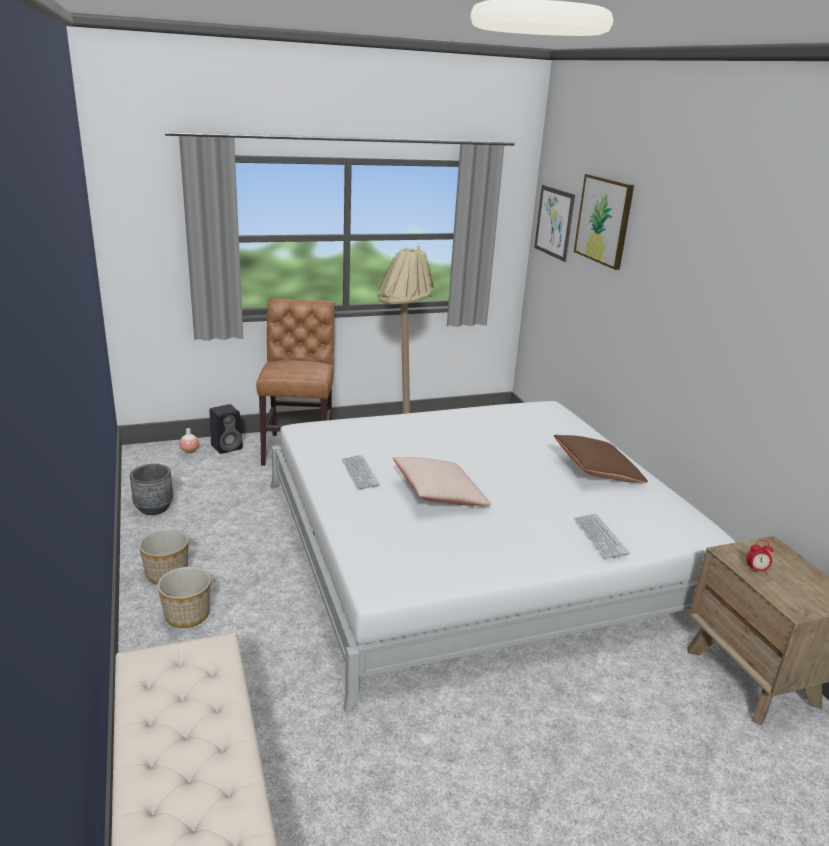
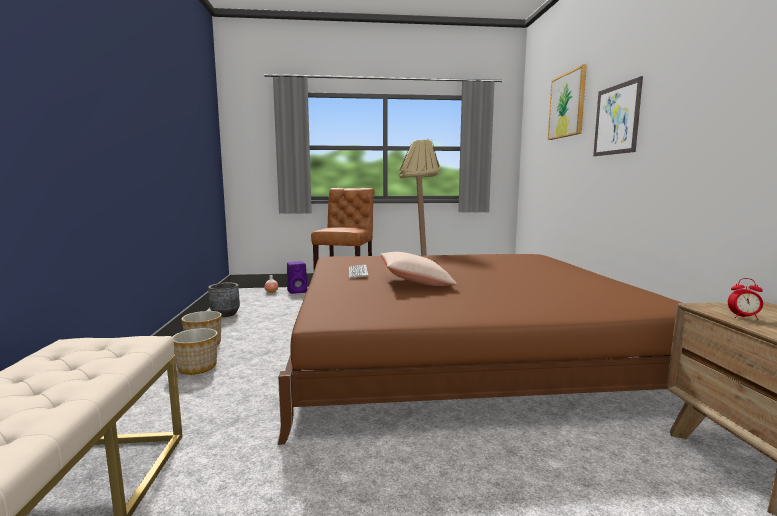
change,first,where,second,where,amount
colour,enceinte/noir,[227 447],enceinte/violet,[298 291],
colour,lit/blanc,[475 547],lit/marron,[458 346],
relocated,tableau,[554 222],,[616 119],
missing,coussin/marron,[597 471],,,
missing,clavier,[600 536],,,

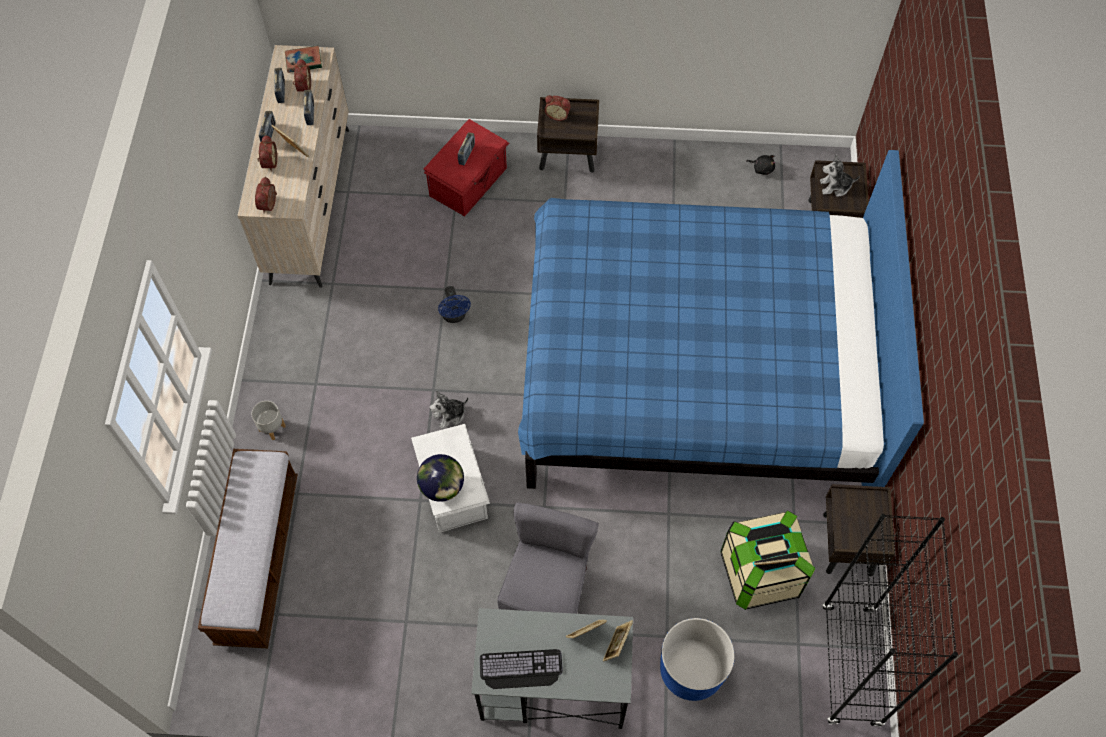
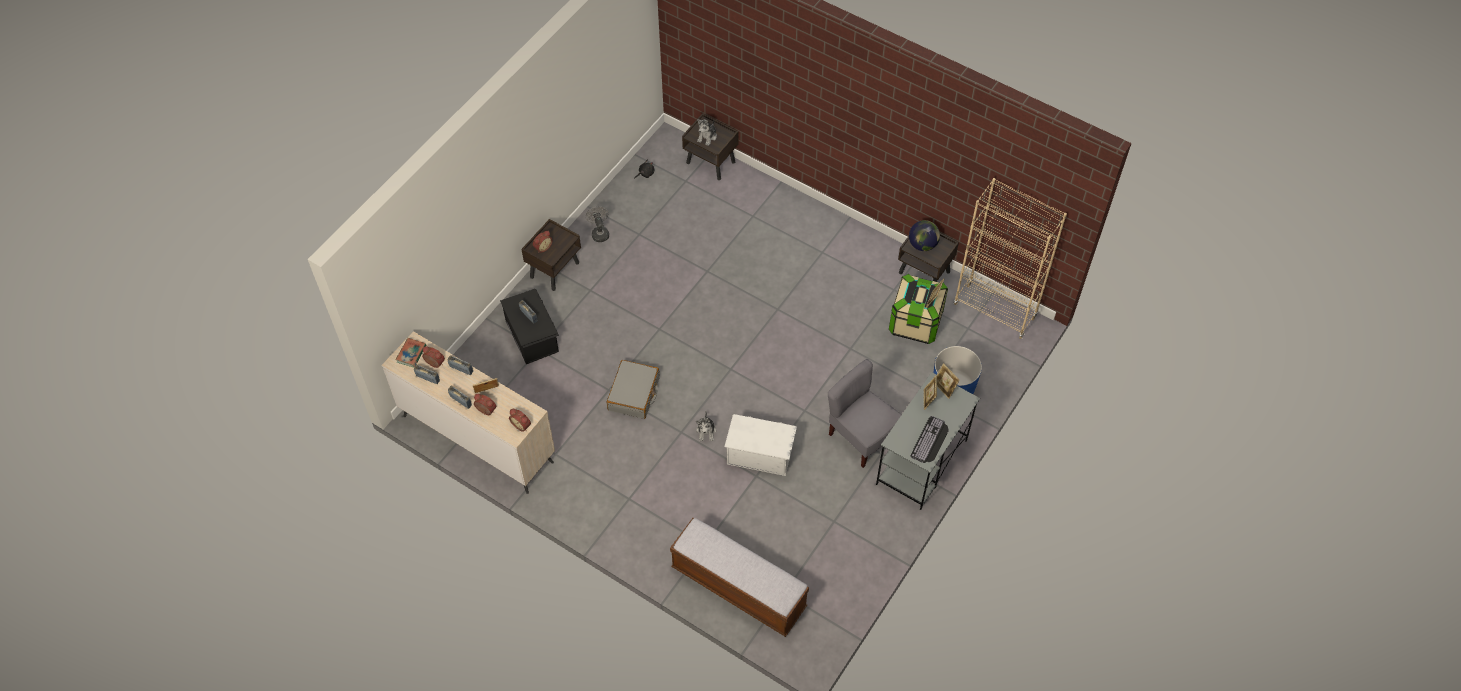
change,first,where,second,where,amount
missing,cache-pot/gris,[272 428],,,
relocated,globe,[442 487],,[923 245],
colour,boîte de rangement/rouge,[469 182],boîte de rangement/noir,[532 335],
exchanged,ventilateur/bleu,[455 316],valise/gris,[634 394],
missing,lit/bleu,[697 366],,,
colour,bibliothèque/noir,[851 666],bibliothèque/beige,[994 311],
appeared,,,ventilateur/gris,[599 233],

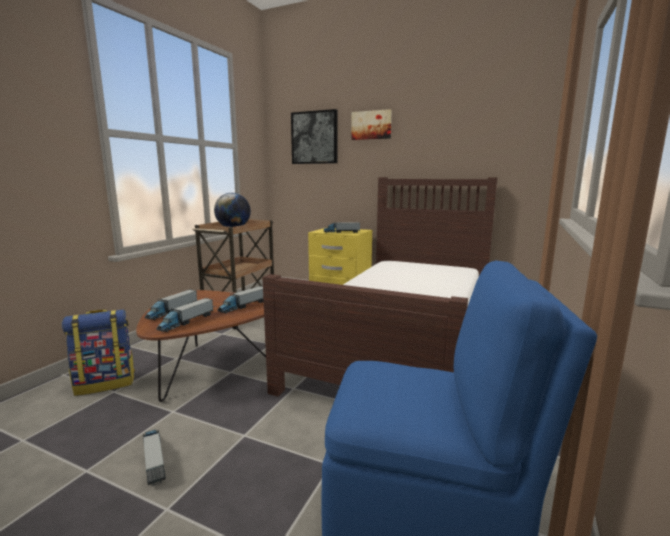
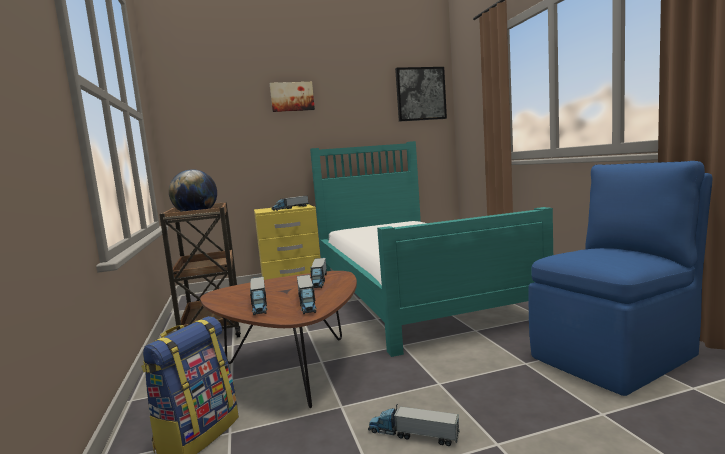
change,first,where,second,where,amount
colour,lit/marron,[401 343],lit/turquoise,[410 292],
relocated,tableau,[314 137],,[420 94],

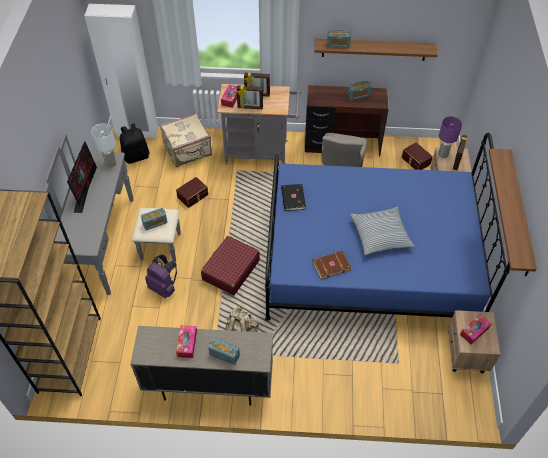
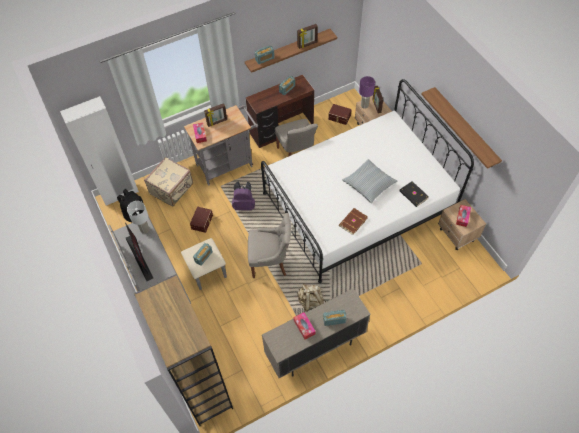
change,first,where,second,where,amount
relocated,sac à dos/violet,[164 287],,[244 205],
exchanged,valise/rouge,[230 270],chaise/gris,[270 262],
relocated,cadre photo,[250 107],,[307 44],
colour,lit/bleu,[370 259],lit/blanc,[357 204],
relocated,livre/noir,[292 198],,[413 195],

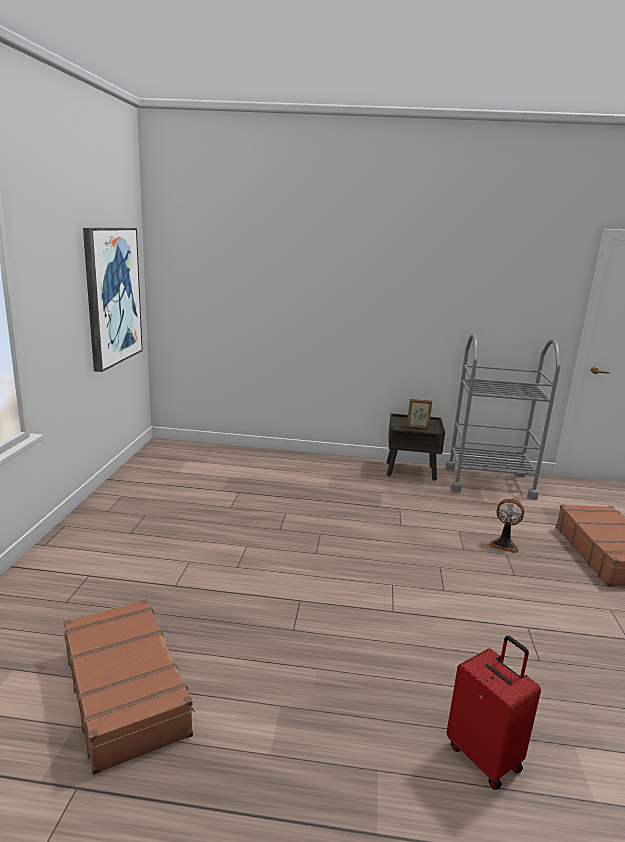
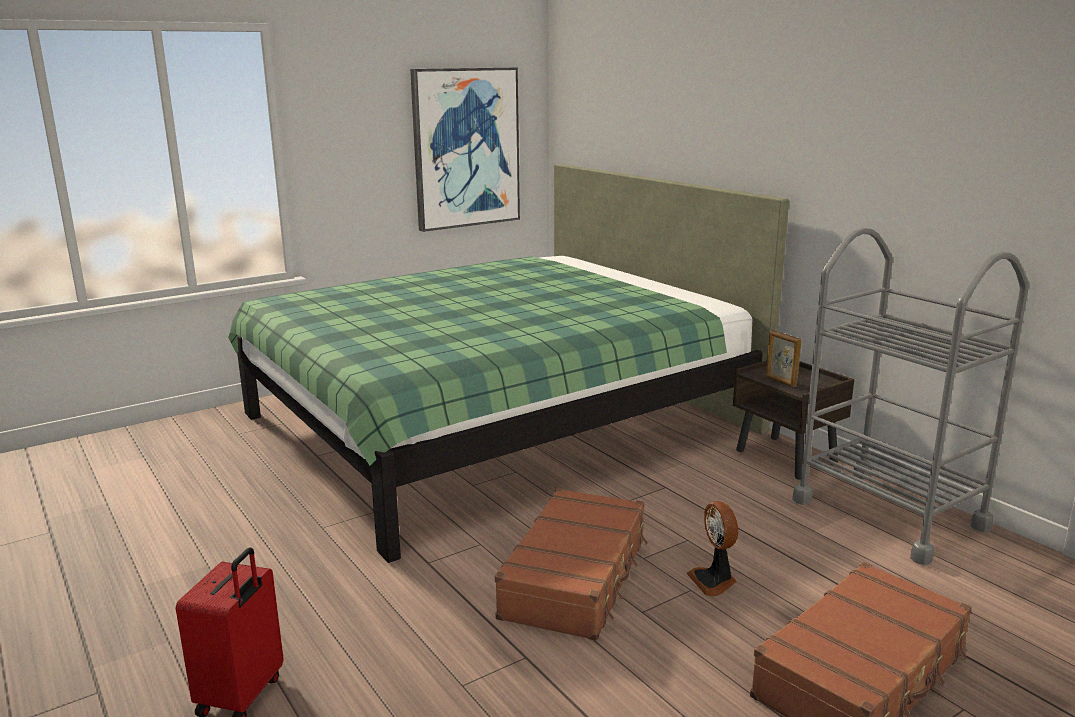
change,first,where,second,where,amount
relocated,valise/marron,[126 691],,[576 578],
appeared,,,lit/vert,[495 423],

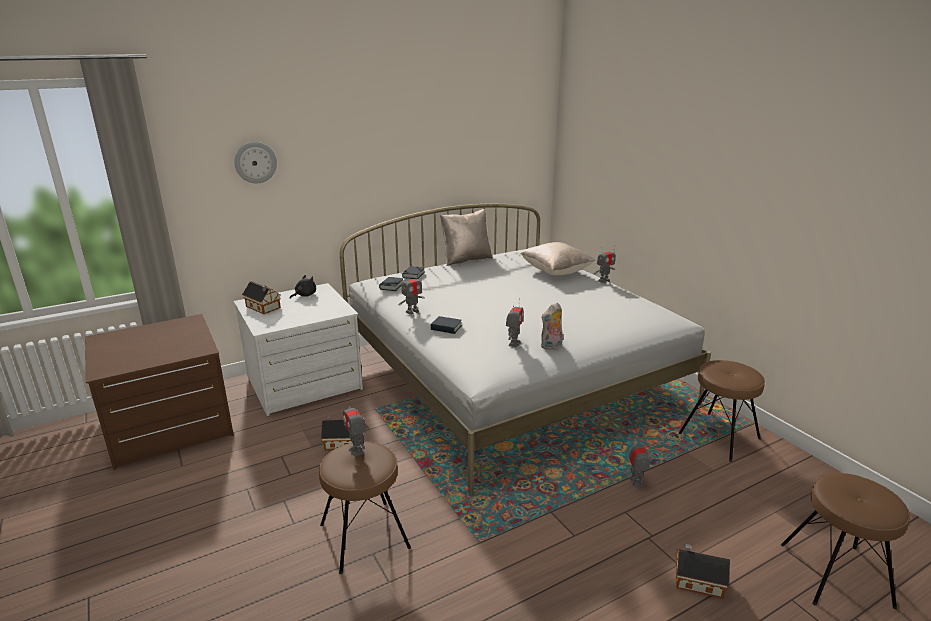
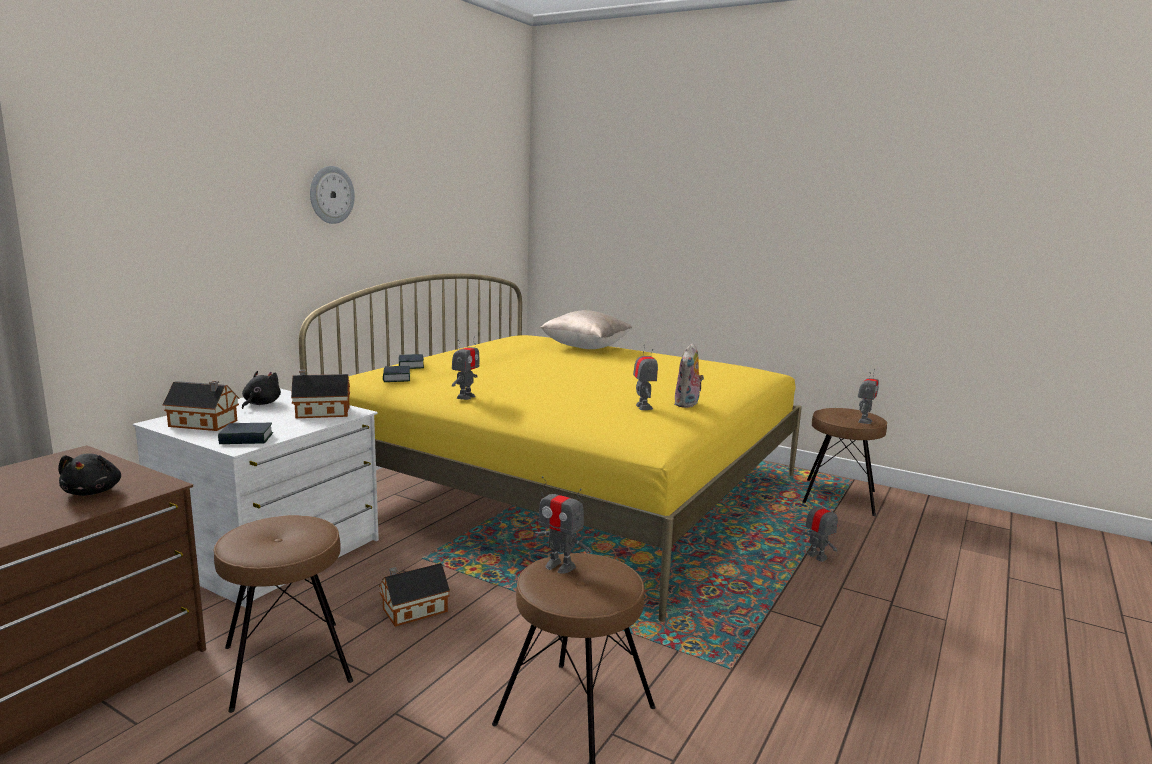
change,first,where,second,where,amount
relocated,horloge murale,[255 162],,[331 195],
colour,lit/blanc,[510 377],lit/jaune,[567 487],
relocated,livre,[446 328],,[246 439],
missing,coussin/beige,[466 259],,,
relocated,robot jouet,[604 280],,[864 421],
relocated,maison miniature,[696 580],,[320 412],
relocated,tabouret/marron,[834 574],,[286 663],
appeared,,,peluche/noir,[93 491],

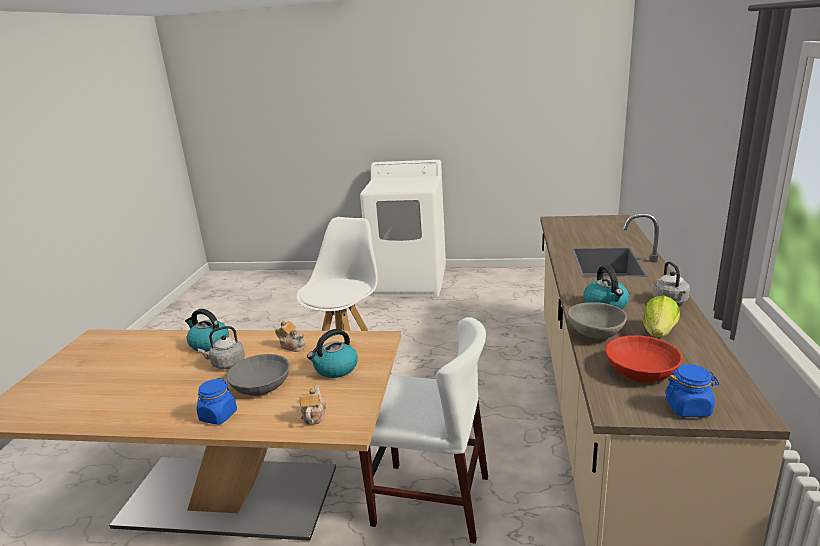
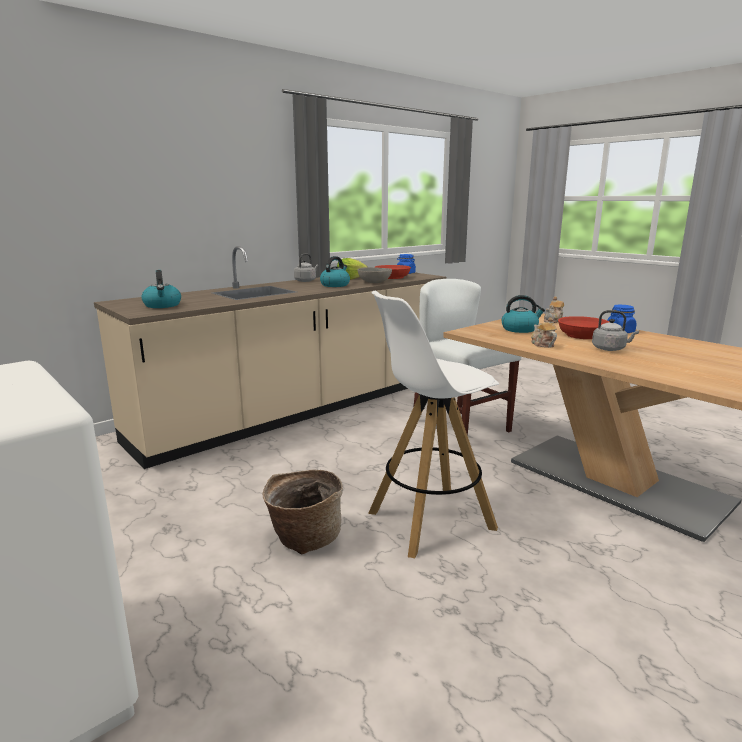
change,first,where,second,where,amount
relocated,bouilloire,[208 343],,[162 305],
colour,bol/gris,[261 384],bol/rouge,[582 335],
appeared,,,panier,[304 538],

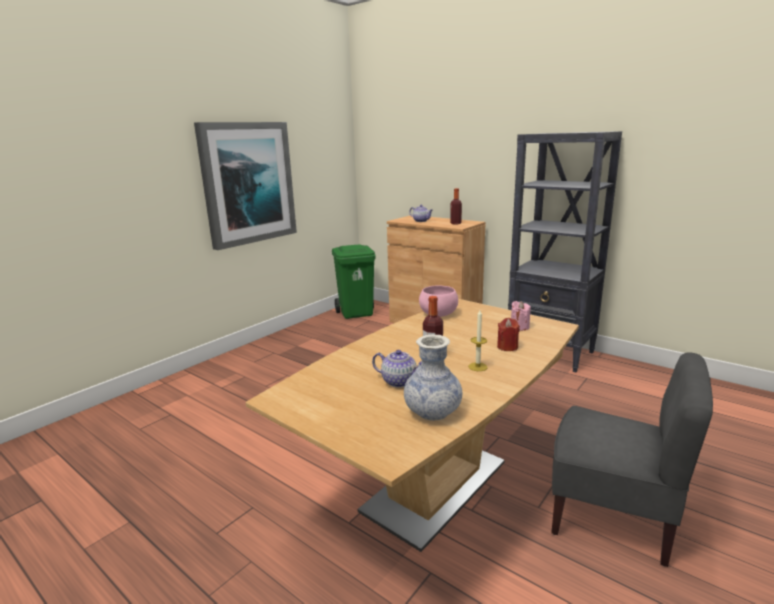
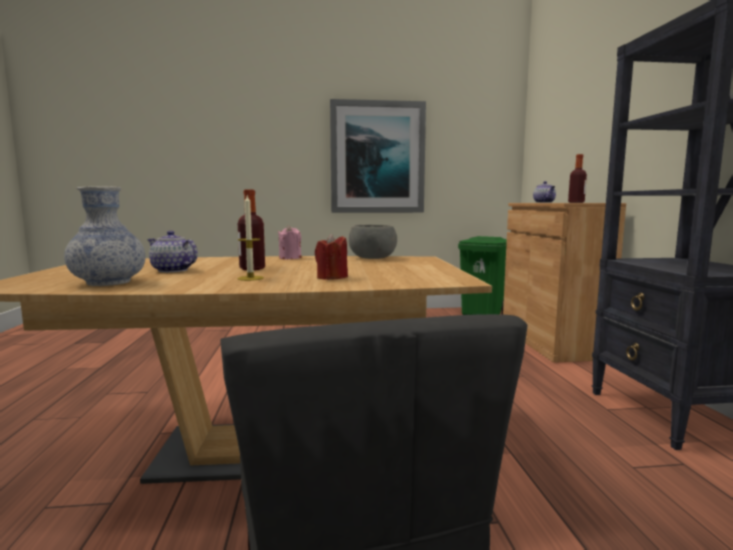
change,first,where,second,where,amount
spun,théière,[399 381],,[173 270],135 degrees clockwise
colour,bol/rose,[439 314],bol/gris,[373 258],
relocated,bougie/rose,[519 327],,[290 258],

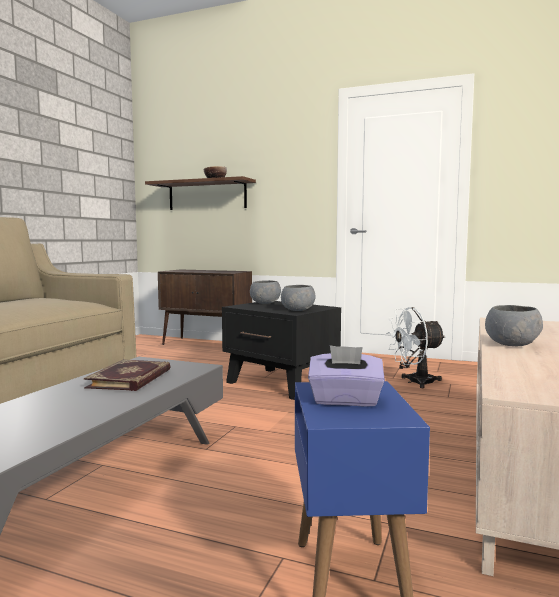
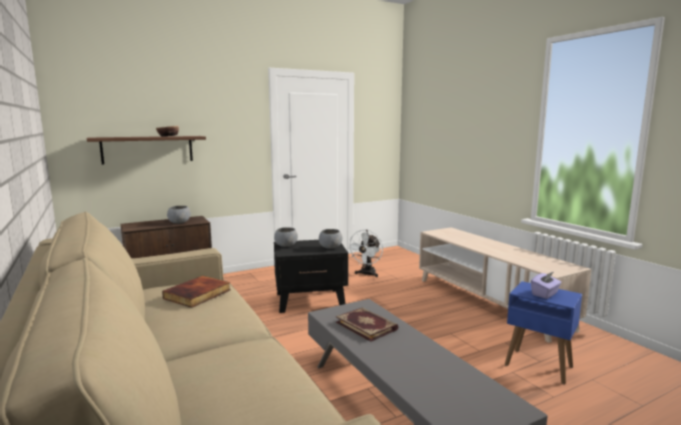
change,first,where,second,where,amount
relocated,bol/gris,[511 344],,[179 222],
appeared,,,livre,[198 294],

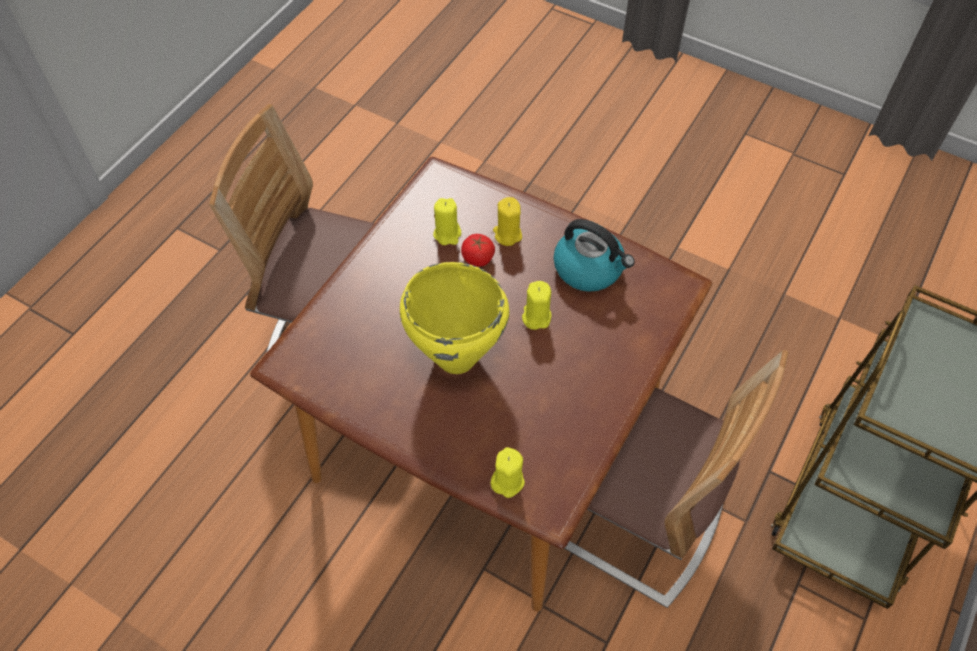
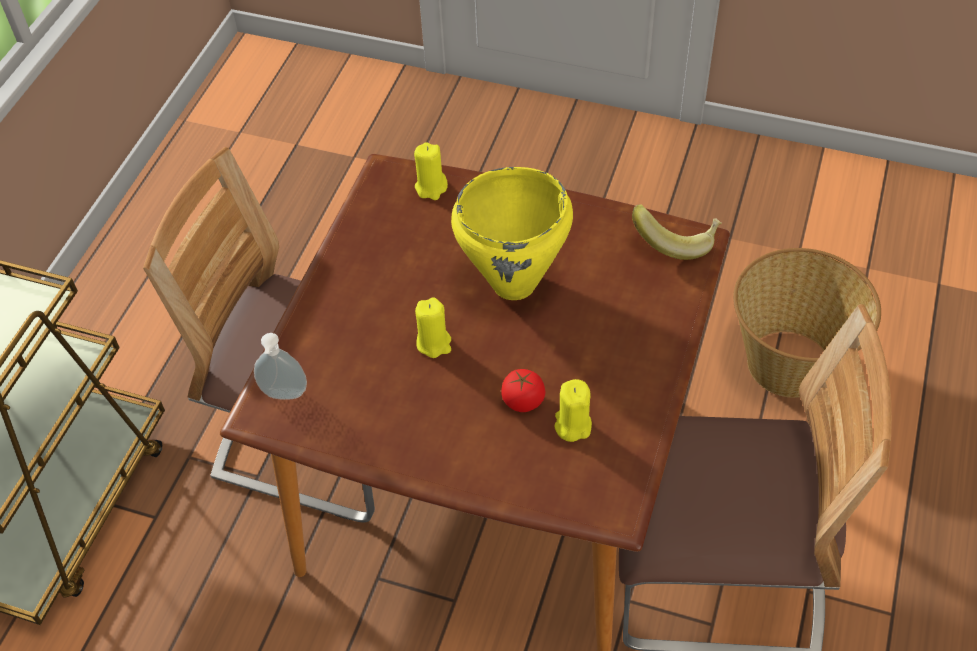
change,first,where,second,where,amount
missing,bougie/jaune,[507 234],,,
missing,bouilloire,[589 268],,,
appeared,,,distributeur de savon,[284 396],
appeared,,,banane,[676 240],
appeared,,,panier,[790 363],

